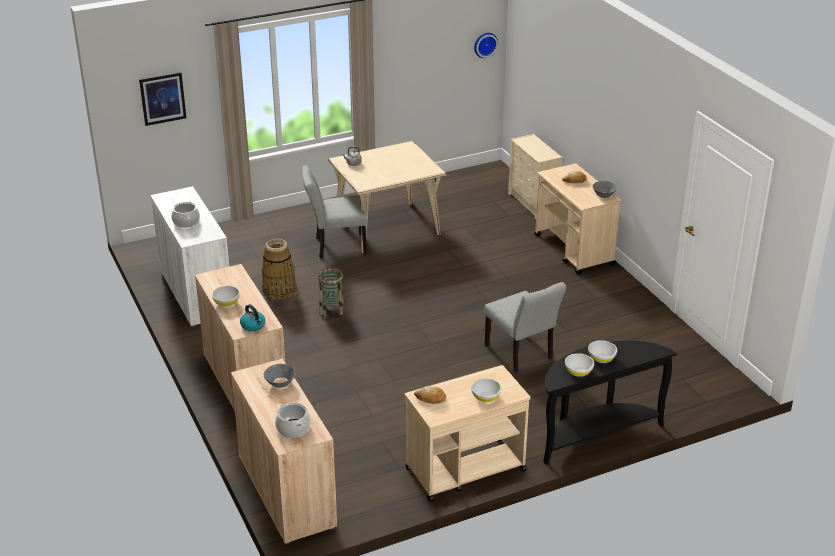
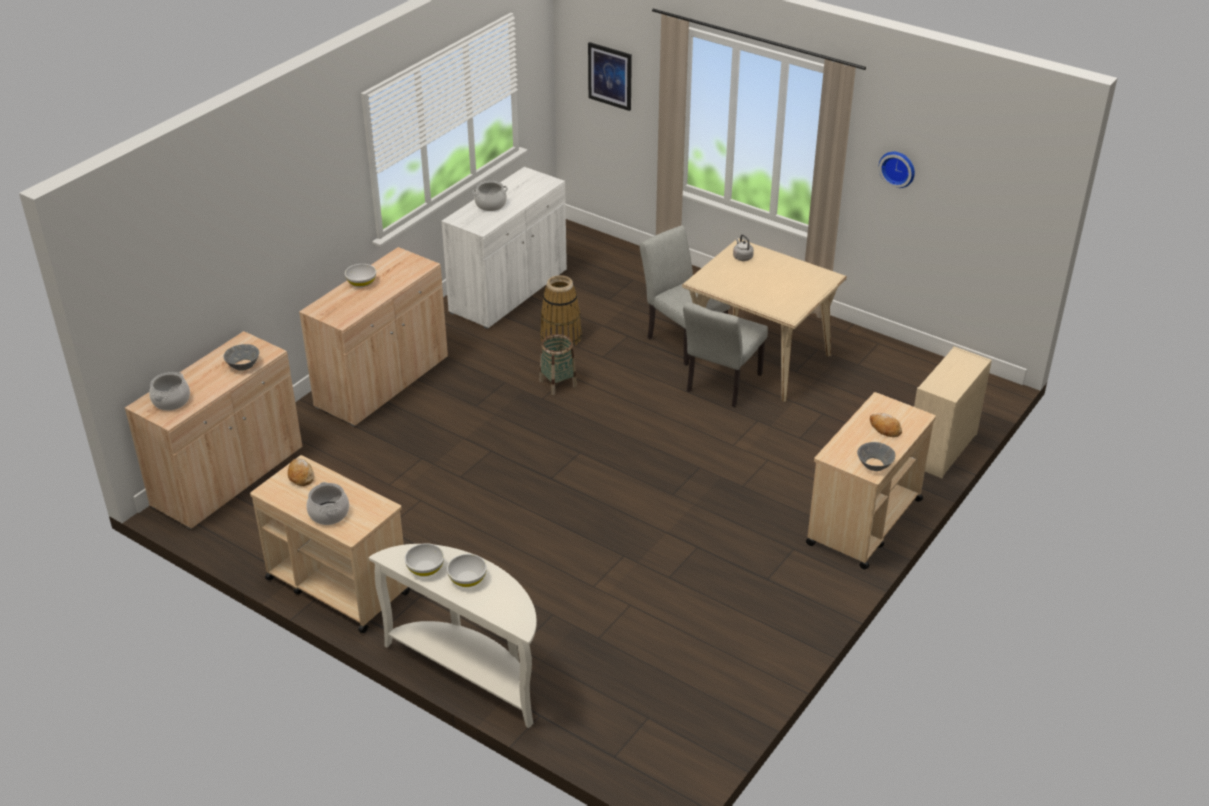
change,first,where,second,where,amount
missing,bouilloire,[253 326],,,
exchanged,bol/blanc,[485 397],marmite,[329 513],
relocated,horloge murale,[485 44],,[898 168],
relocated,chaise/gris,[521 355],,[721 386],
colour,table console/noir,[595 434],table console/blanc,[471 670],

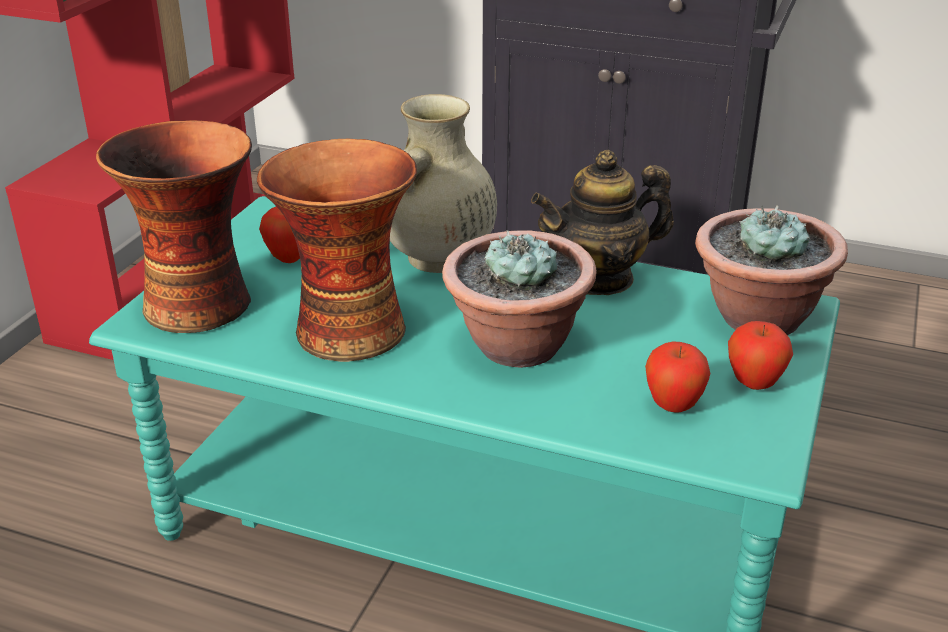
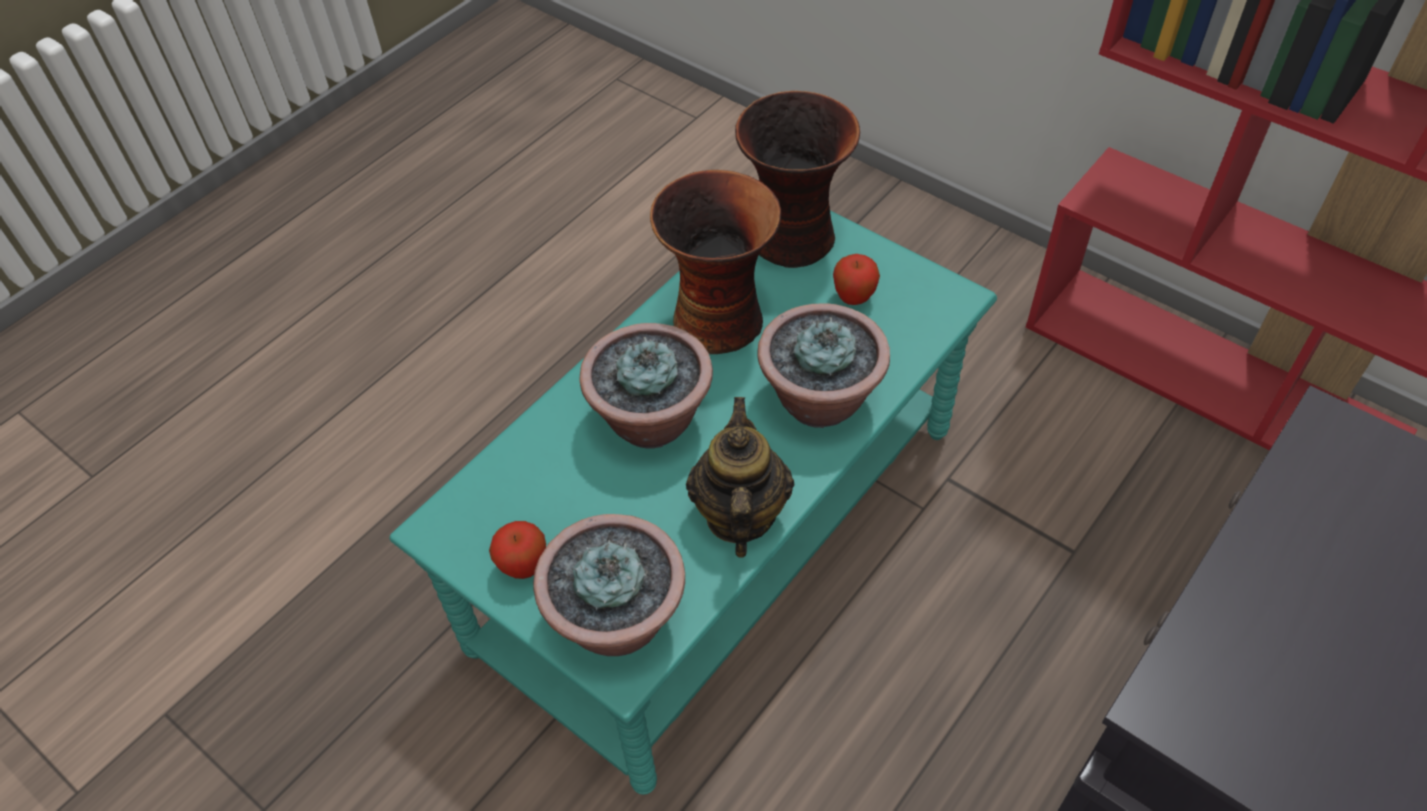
change,first,where,second,where,amount
exchanged,vase/beige,[438 258],plante en pot,[819 400],
missing,pomme,[673 406],,,

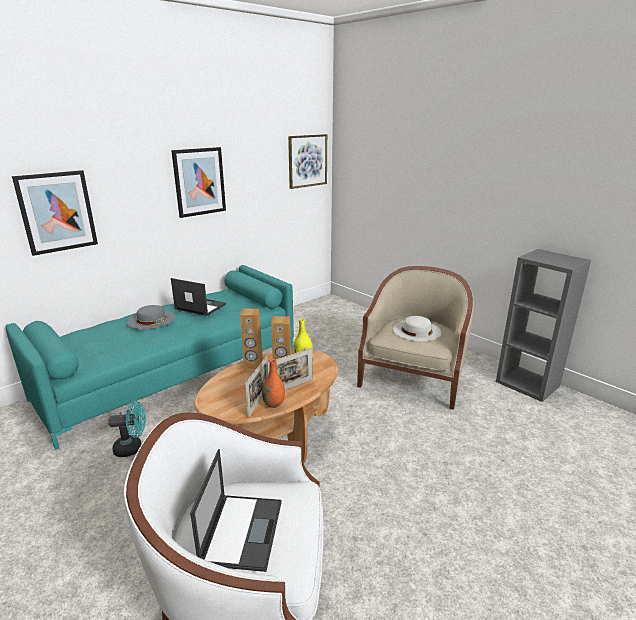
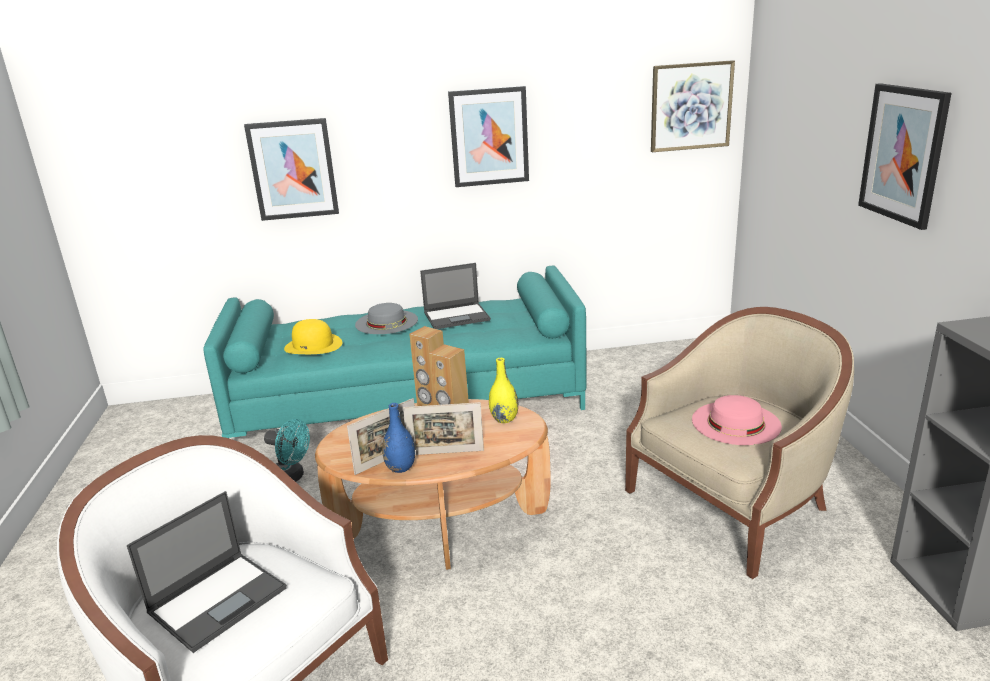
change,first,where,second,where,amount
spun,ordinateur portable,[199 306],,[457 316],105 degrees clockwise
colour,vase/orange,[274 404],vase/bleu,[400 468],
colour,chapeau/blanc,[416 330],chapeau/rose,[735 422],
appeared,,,chapeau/jaune,[313 345],
appeared,,,tableau,[903 154],

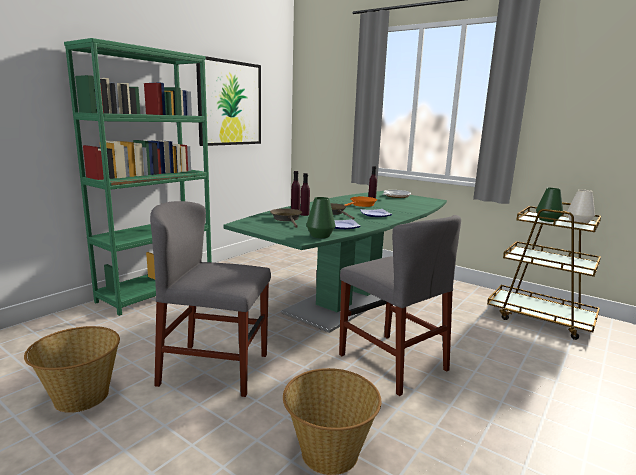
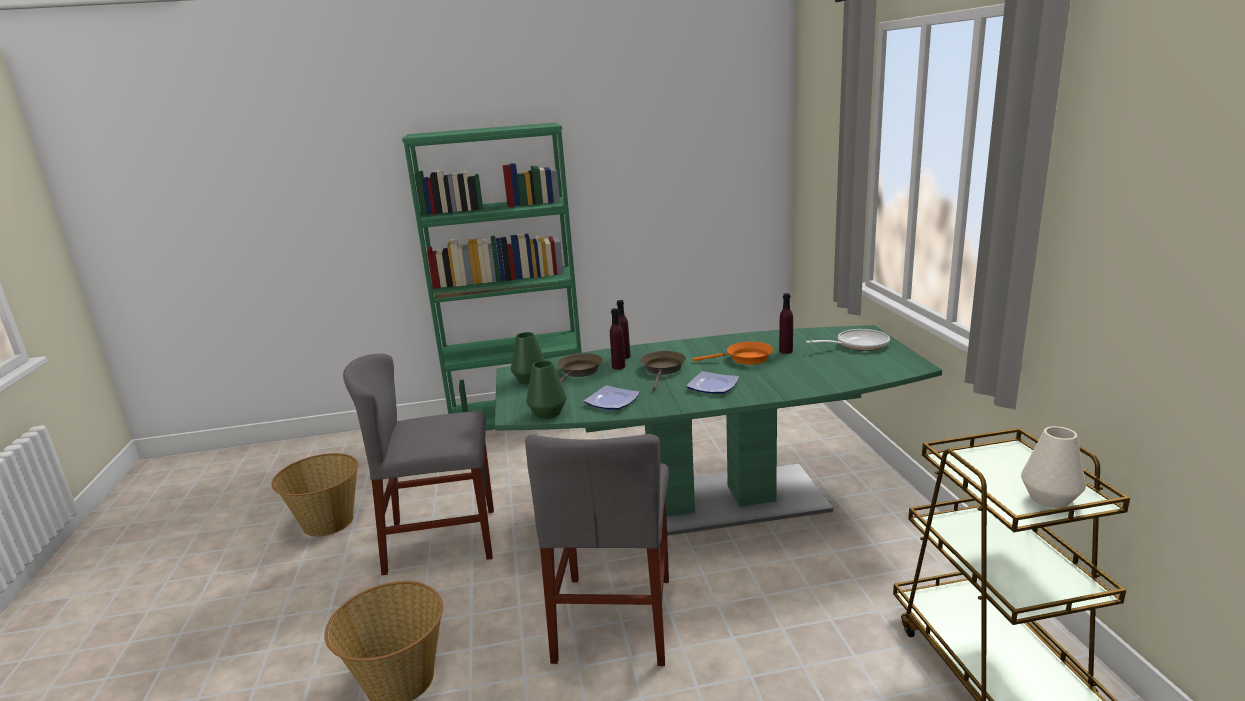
change,first,where,second,where,amount
spun,chaise/gris,[215 369],,[441 540],60 degrees counterclockwise
missing,tableau,[230 103],,,
relocated,vase/vert,[547 220],,[530 379],

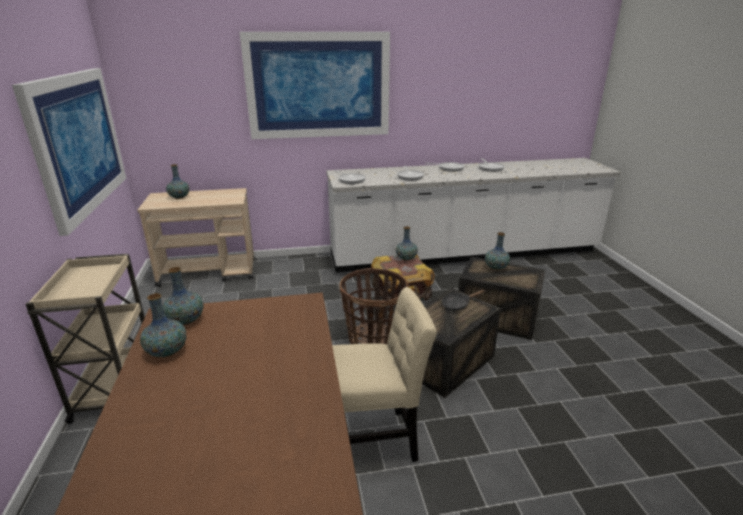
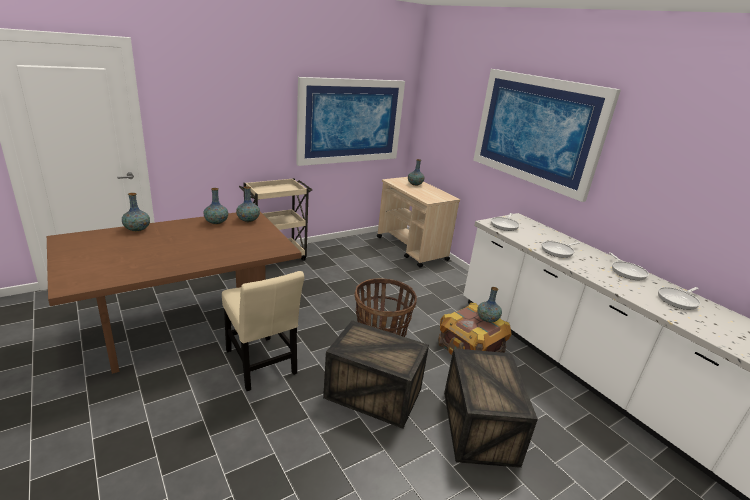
change,first,where,second,where,amount
missing,poêle/noir,[458 304],,,
relocated,vase,[496 267],,[137 229],

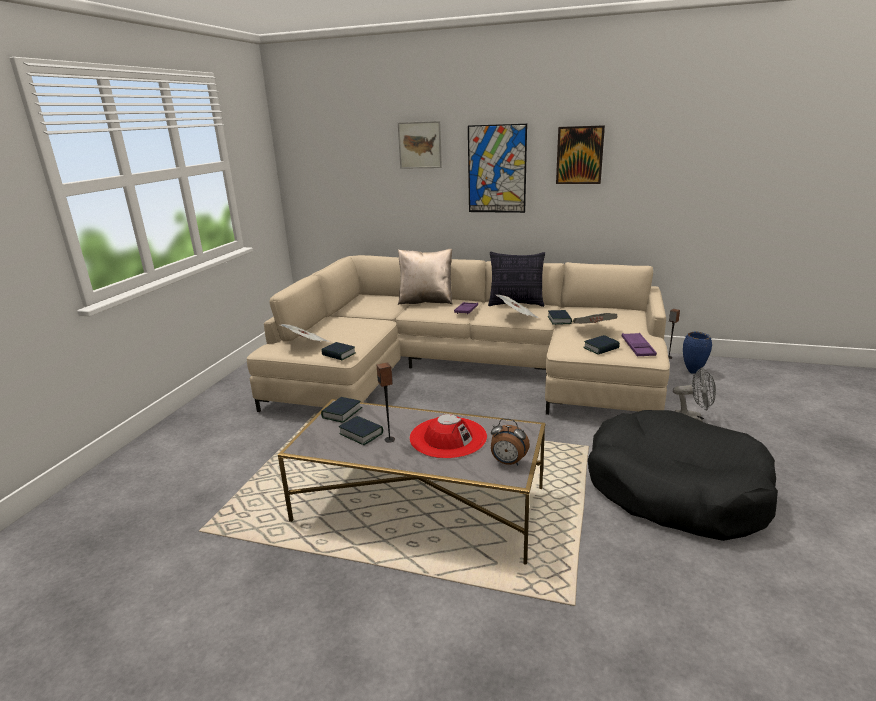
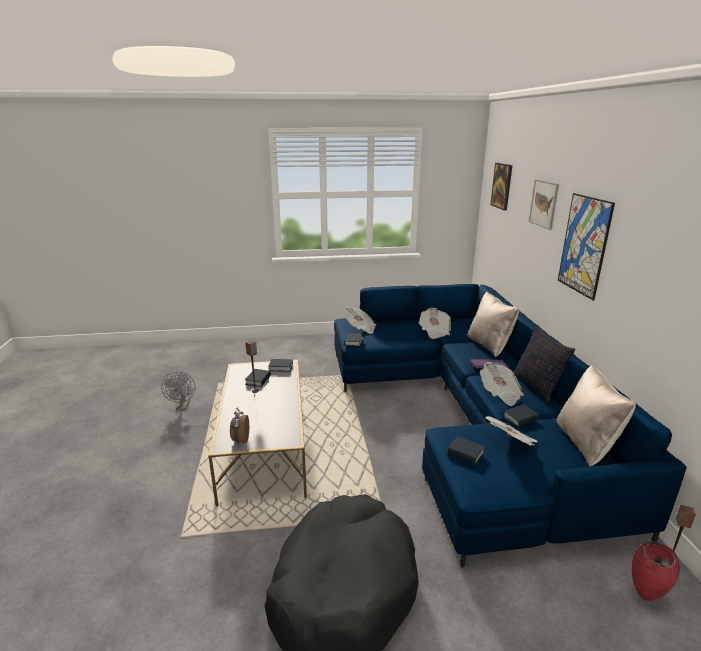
change,first,where,second,where,amount
colour,canapé/beige,[462 369],canapé/bleu,[467 415],
missing,chapeau/rouge,[448 437],,,
relocated,tableau,[579 155],,[502 186],
missing,plateau/violet,[638 348],,,
relocated,ventilateur/gris,[693 418],,[183 407],
colour,vase/bleu,[693 372],vase/rouge,[645 597],
appeared,,,journal,[434 332],
appeared,,,coussin/beige,[586 443],

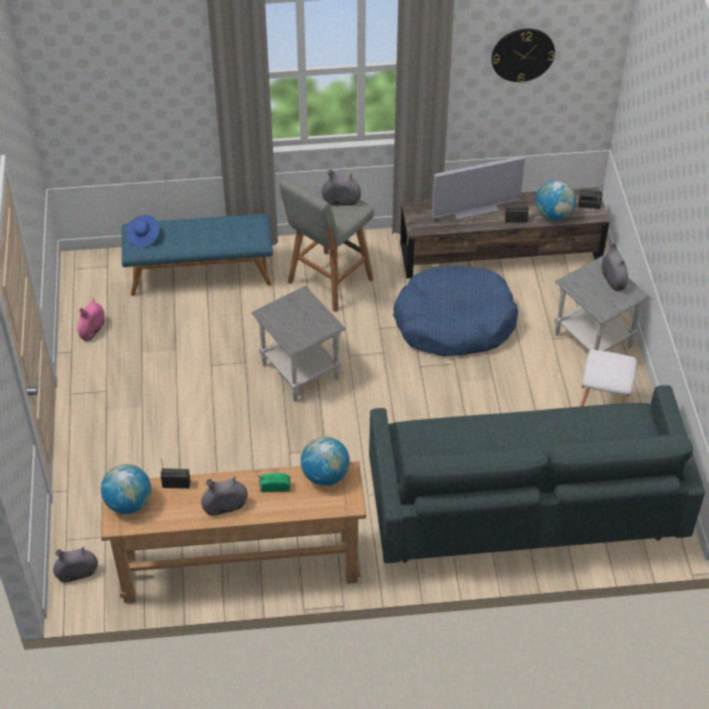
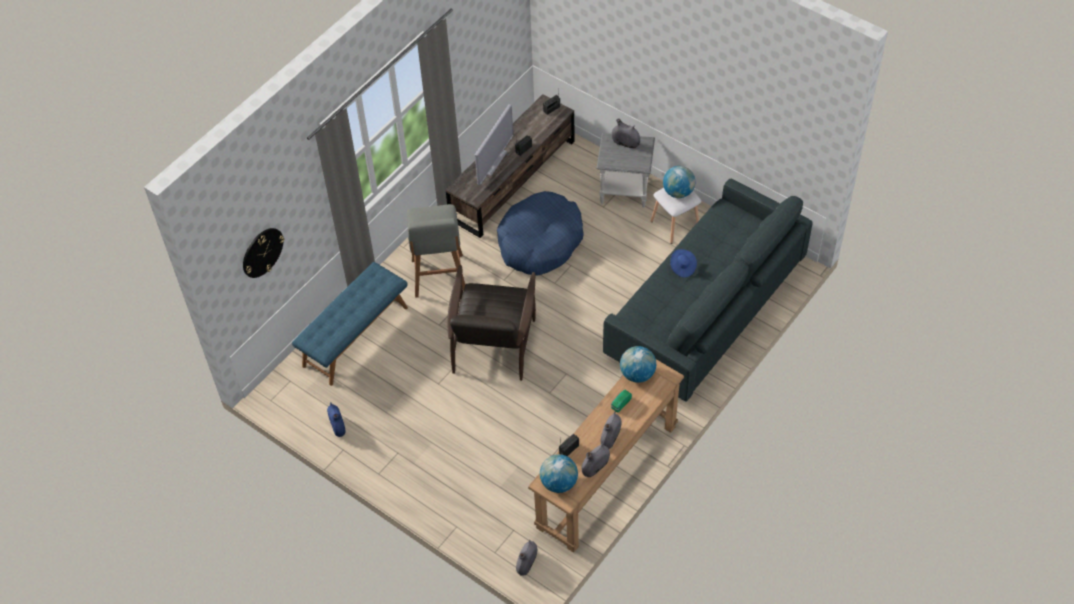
change,first,where,second,where,amount
colour,vase/rose,[92 330],vase/bleu,[337 426],
relocated,chapeau/bleu,[143 237],,[682 267],
exchanged,table d'appoint/gris,[299 371],fauteuil/marron,[493 343],
relocated,vase/gris,[341 201],,[595 467],
relocated,horloge murale,[522 54],,[262 252],
relocated,globe,[553 214],,[678 192],

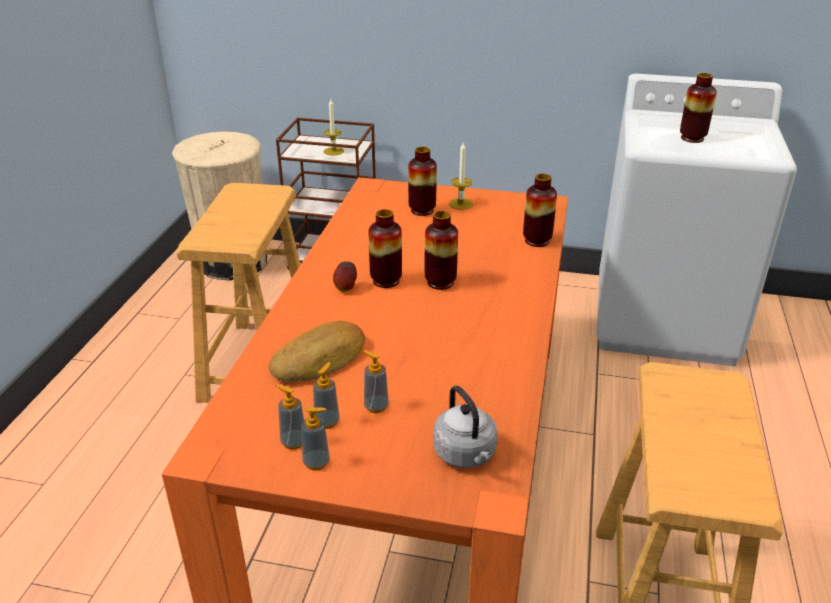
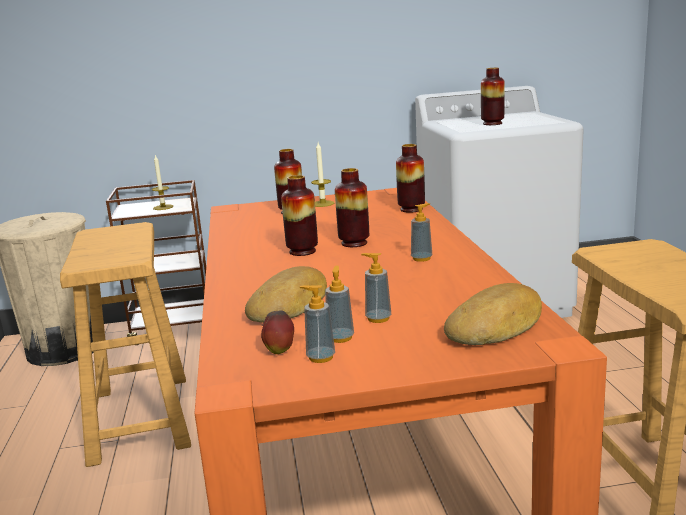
change,first,where,second,where,amount
relocated,distributeur de savon,[316 462],,[421 258],
relocated,pomme,[346 289],,[280 350],
exchanged,bouilloire/gris,[466 455],pain,[497 325],

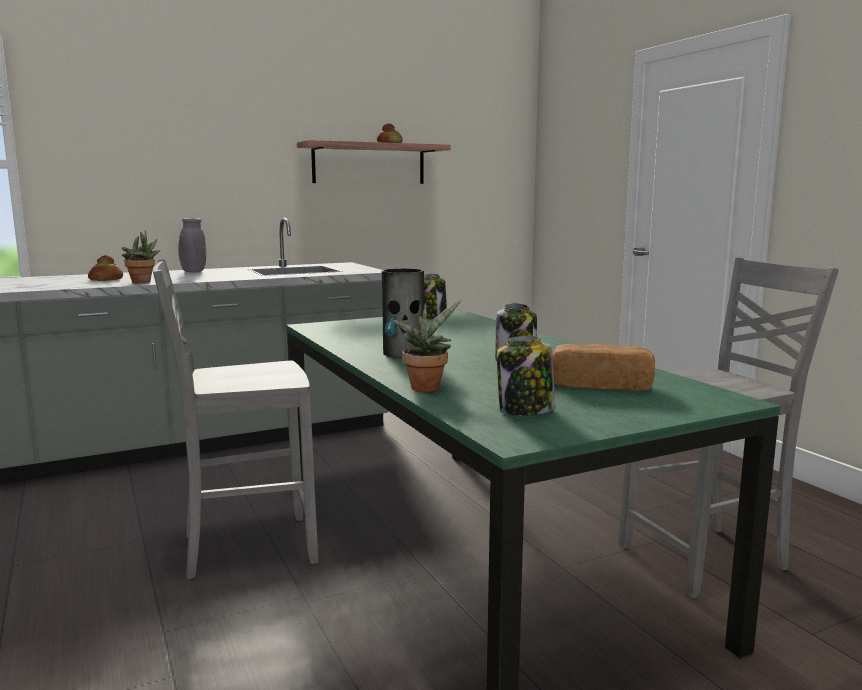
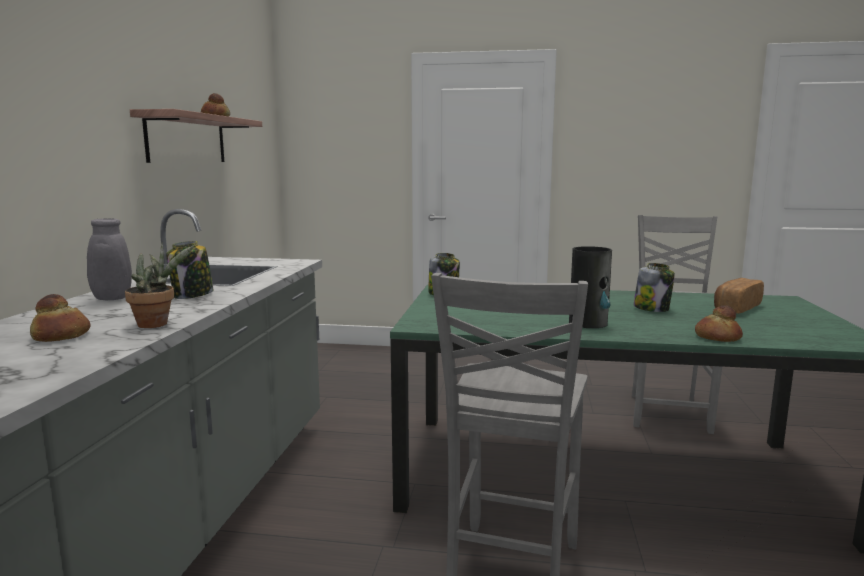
change,first,where,second,where,amount
exchanged,plante en pot,[426 387],pain,[717 337],
relocated,bocal,[525 411],,[192 295],

